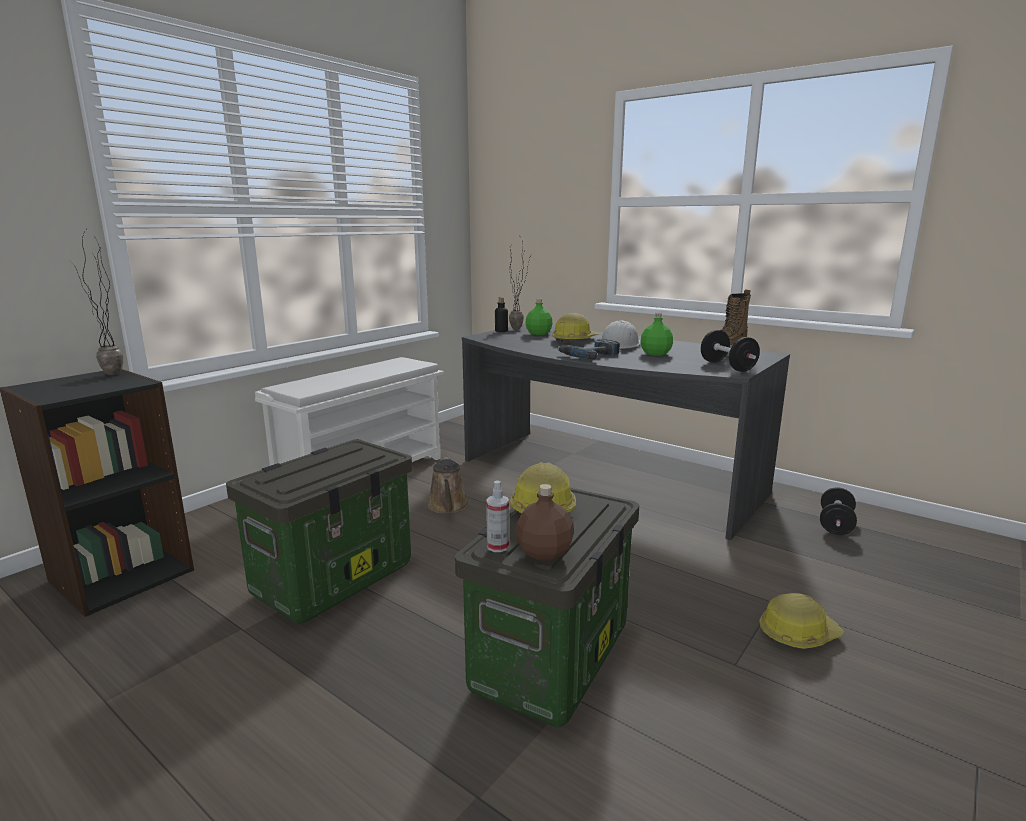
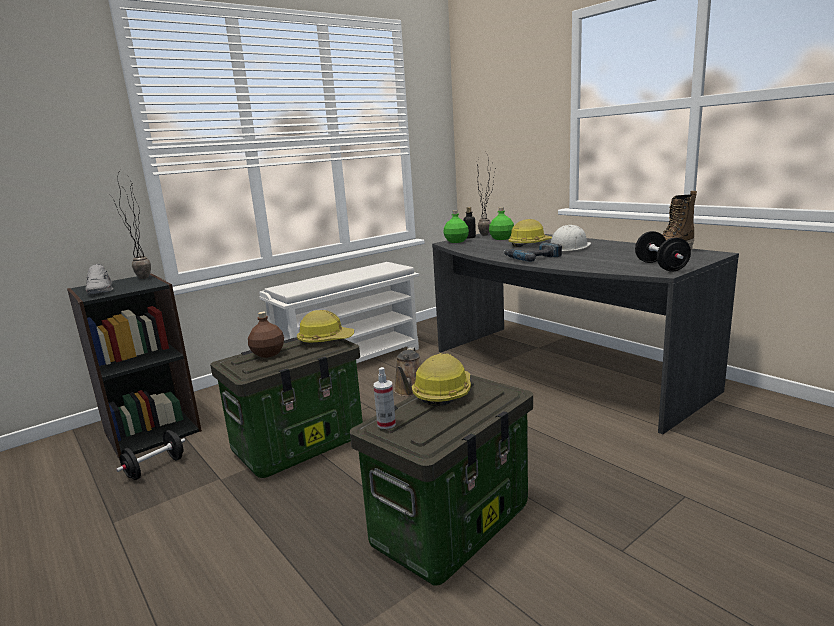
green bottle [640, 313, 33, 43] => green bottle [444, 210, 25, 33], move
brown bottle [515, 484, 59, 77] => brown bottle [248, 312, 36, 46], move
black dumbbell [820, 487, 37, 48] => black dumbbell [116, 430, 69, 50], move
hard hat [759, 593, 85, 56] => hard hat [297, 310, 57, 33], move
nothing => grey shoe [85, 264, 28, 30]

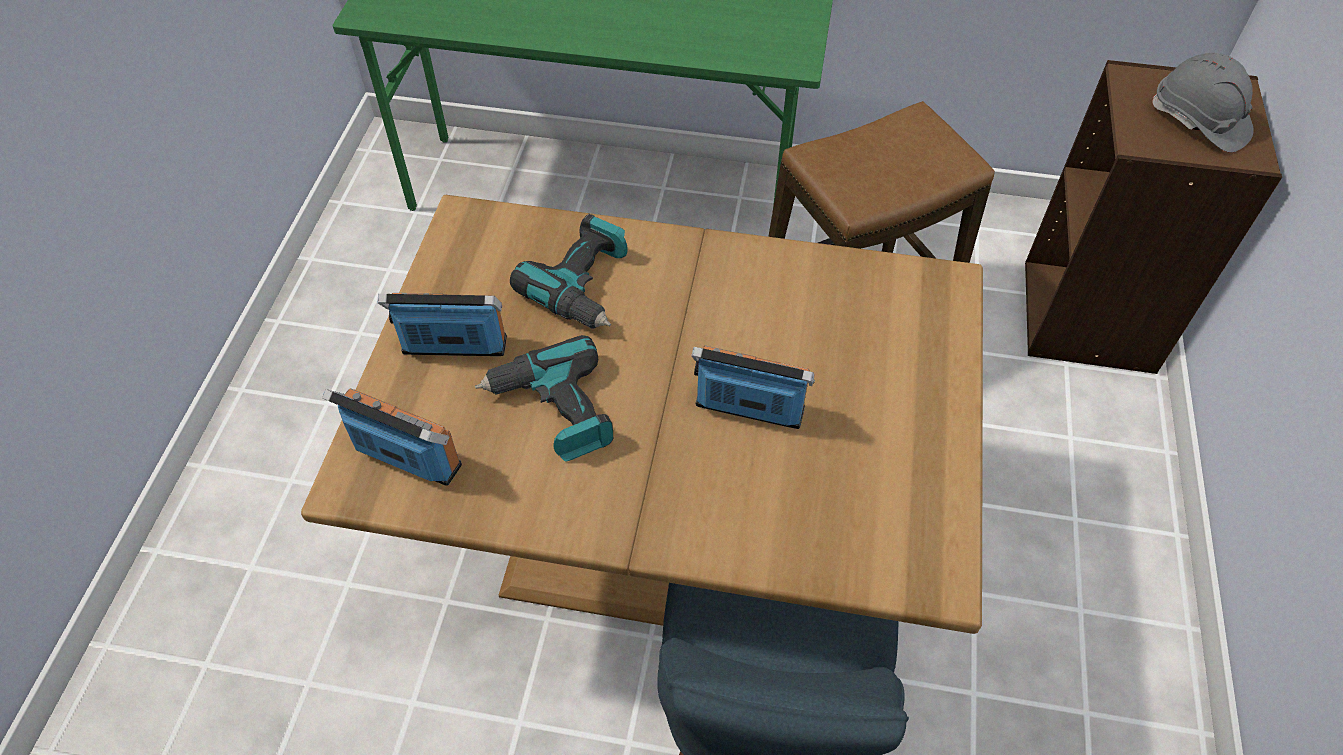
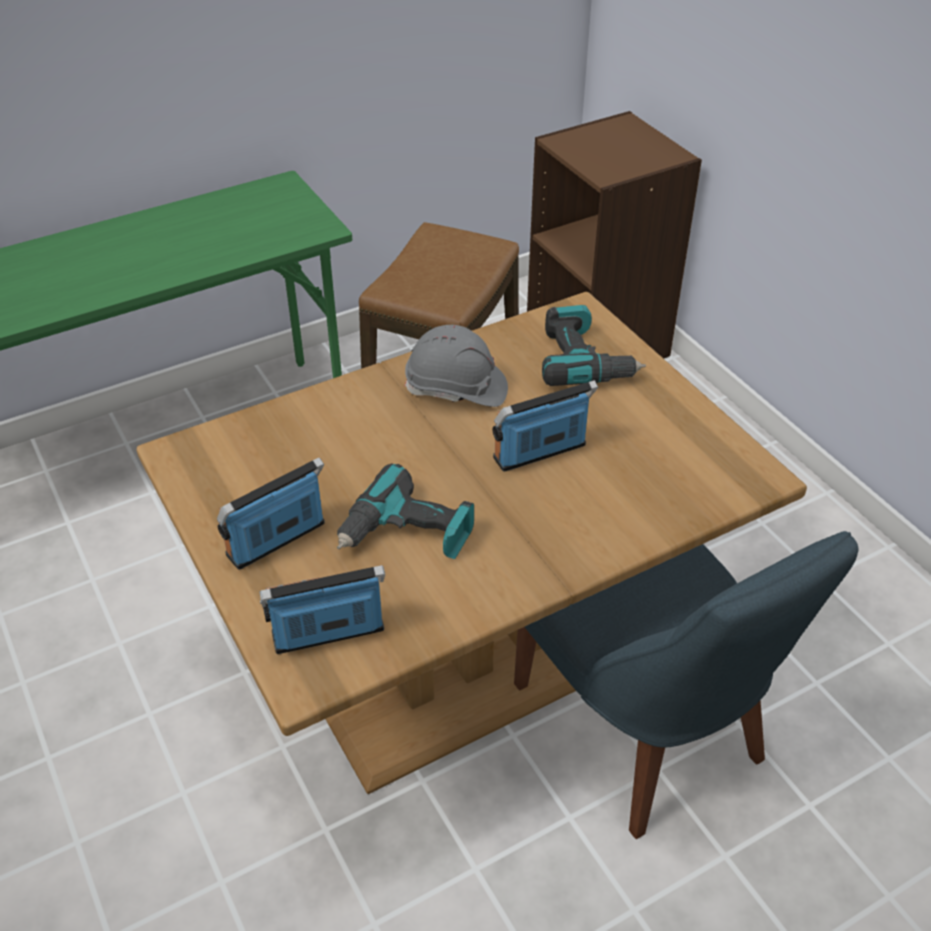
grey hard hat [1152, 53, 102, 100] => grey hard hat [405, 325, 103, 82], move
power drill [510, 214, 118, 115] => power drill [542, 305, 104, 81], move

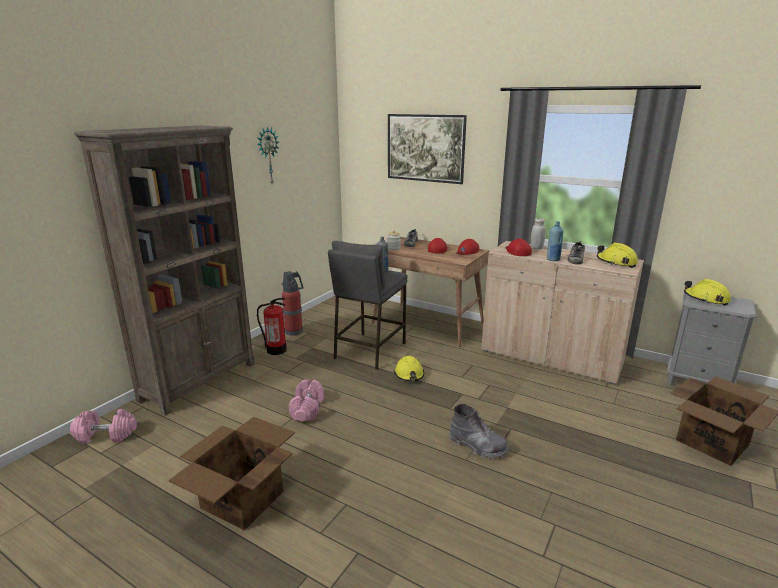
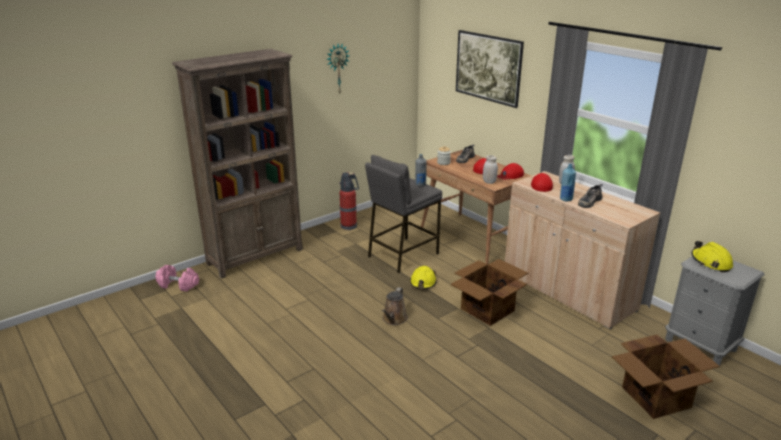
yellow hard hat [597, 243, 41, 25] => nothing
fire extinguisher [257, 298, 30, 57] => nothing
pink dumbbell [289, 379, 35, 42] => nothing
grey boot [449, 404, 60, 55] => nothing
cardboard box [169, 417, 126, 114] => cardboard box [451, 259, 77, 67], move
nothing => white jar [483, 155, 15, 29]
nothing => brown watering can [382, 287, 26, 38]

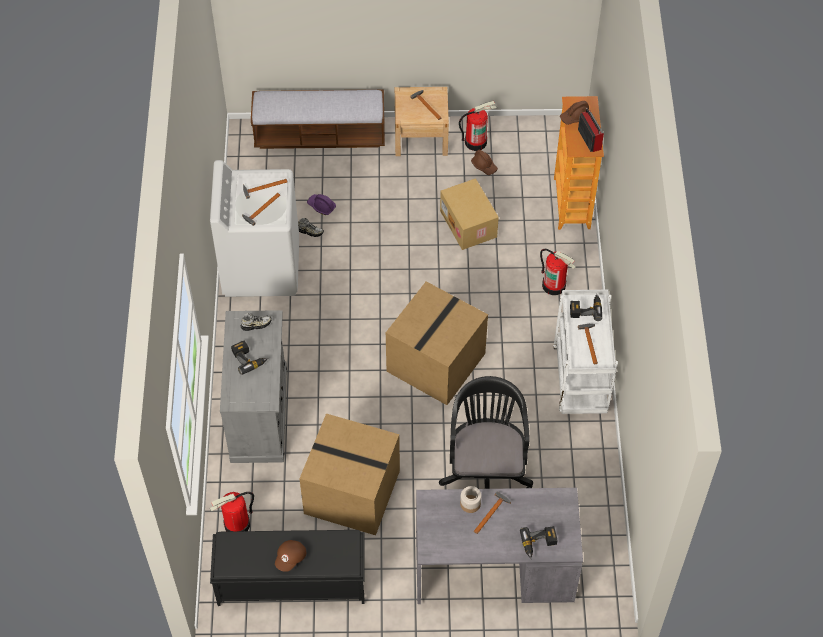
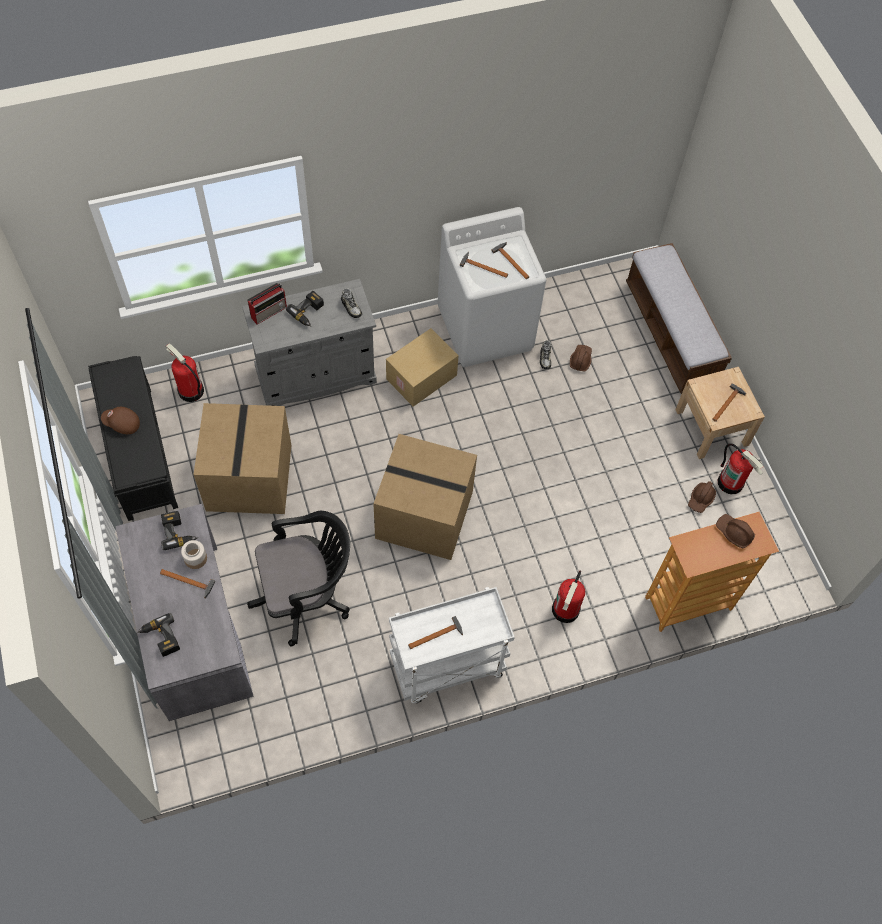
radio [578, 108, 26, 44] => radio [248, 283, 39, 42], move
cardboard box [440, 178, 59, 72] => cardboard box [386, 328, 73, 79], move
purple hard hat [307, 194, 29, 21] => brown hard hat [570, 345, 22, 26]
power drill [570, 294, 32, 27] => power drill [161, 511, 37, 39], move

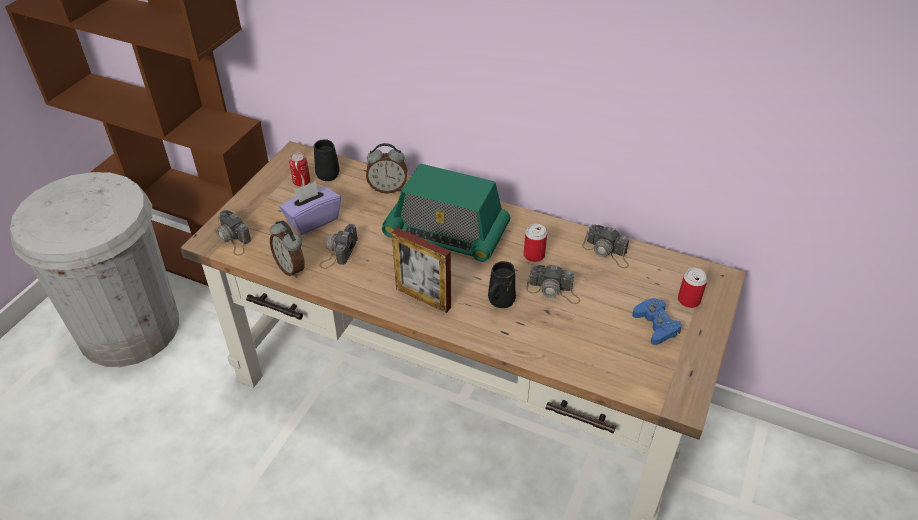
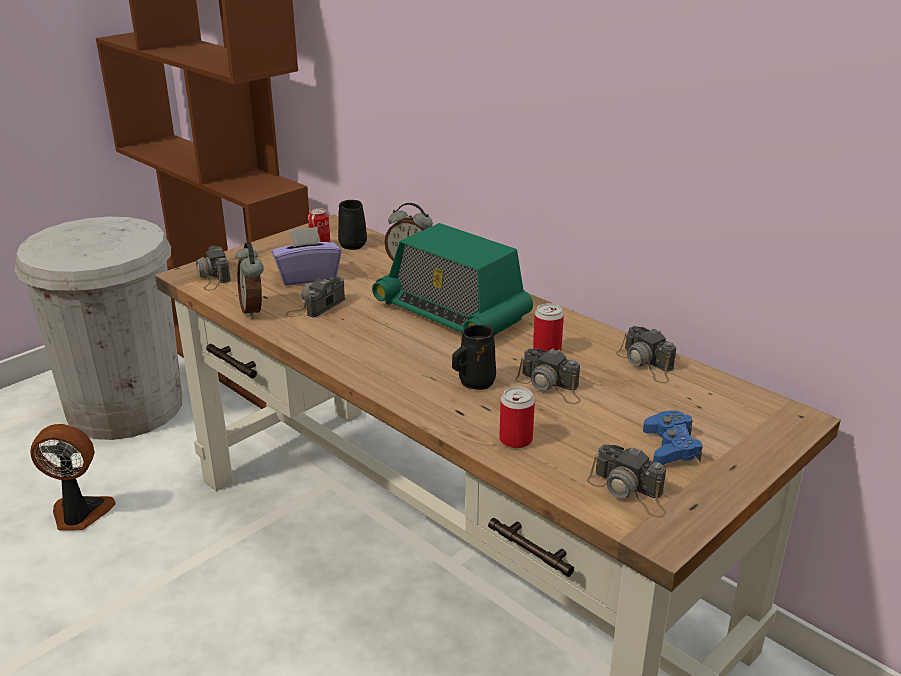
picture frame [392, 228, 59, 85] => nothing
can [678, 268, 29, 40] => can [499, 387, 36, 61], move
nothing => fan [30, 424, 86, 106]
nothing => photo camera [587, 444, 79, 74]

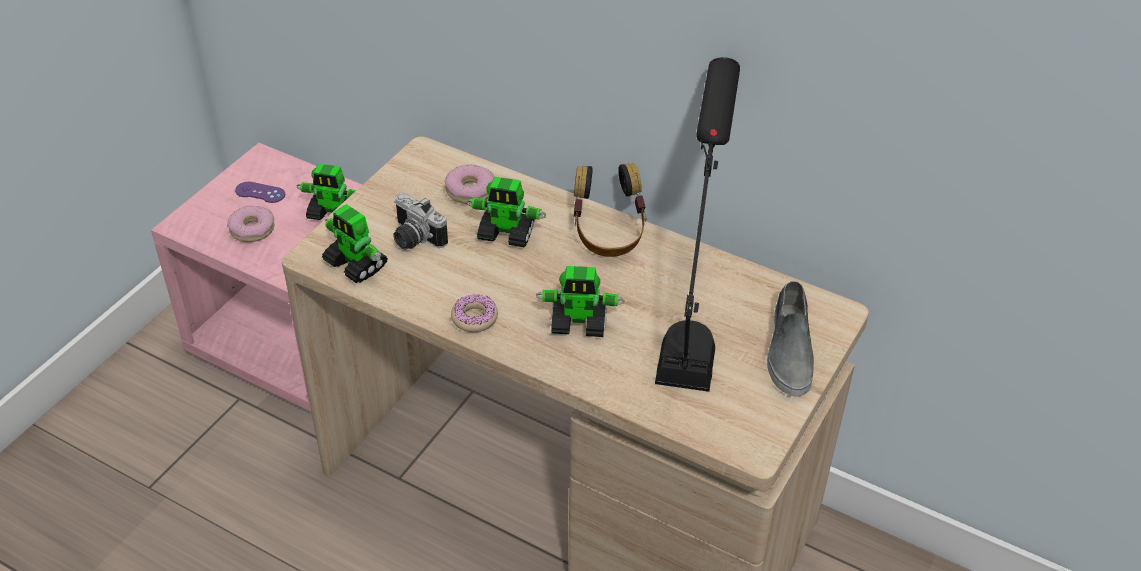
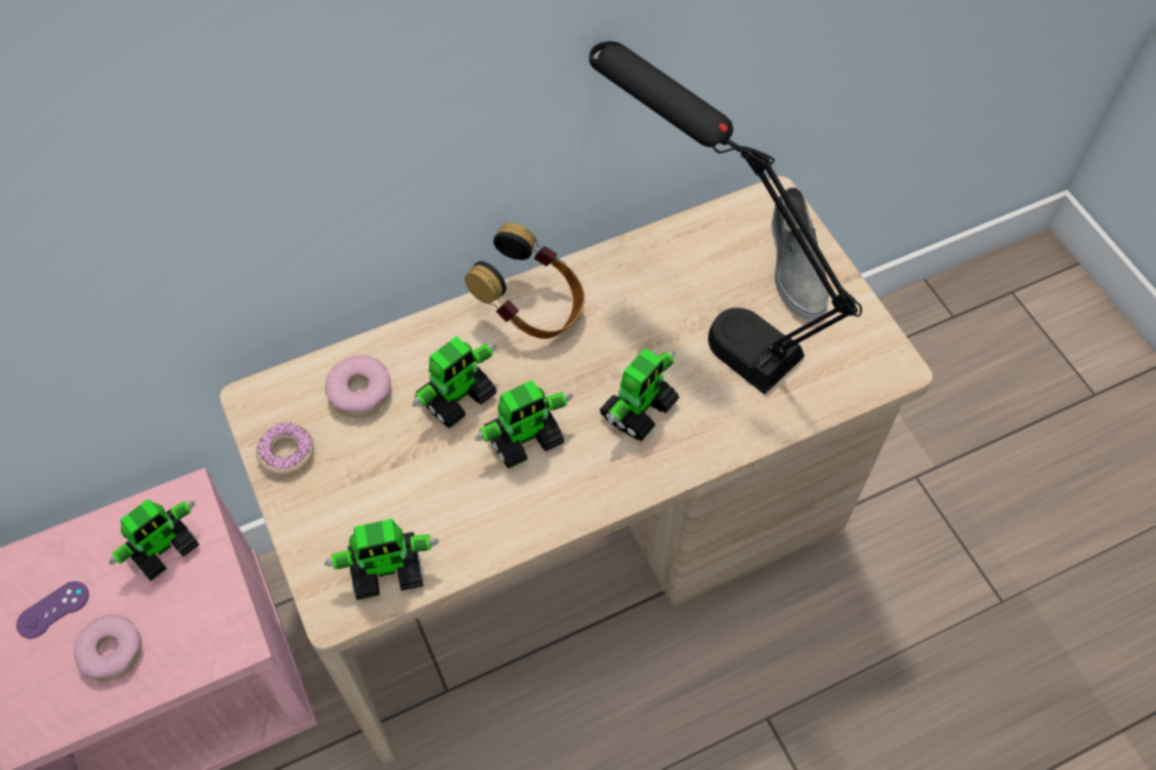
photo camera [393, 193, 55, 57] => nothing
grey shoe [767, 281, 47, 116] => grey shoe [771, 187, 58, 133], 45 degrees clockwise
donut [451, 294, 47, 38] => donut [256, 423, 58, 53], move
nothing => toy robot [475, 380, 98, 89]

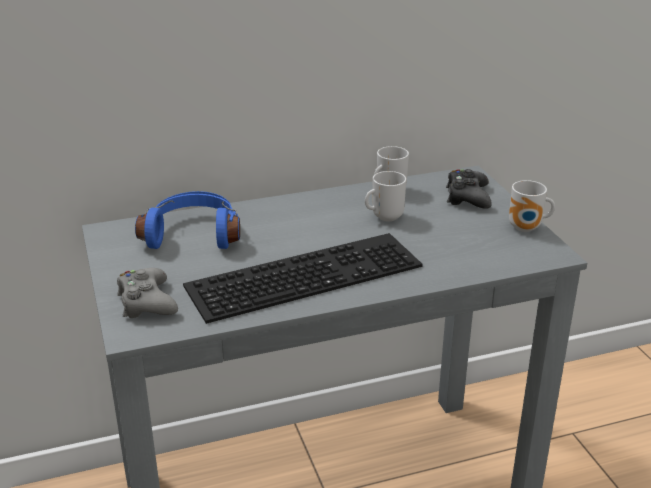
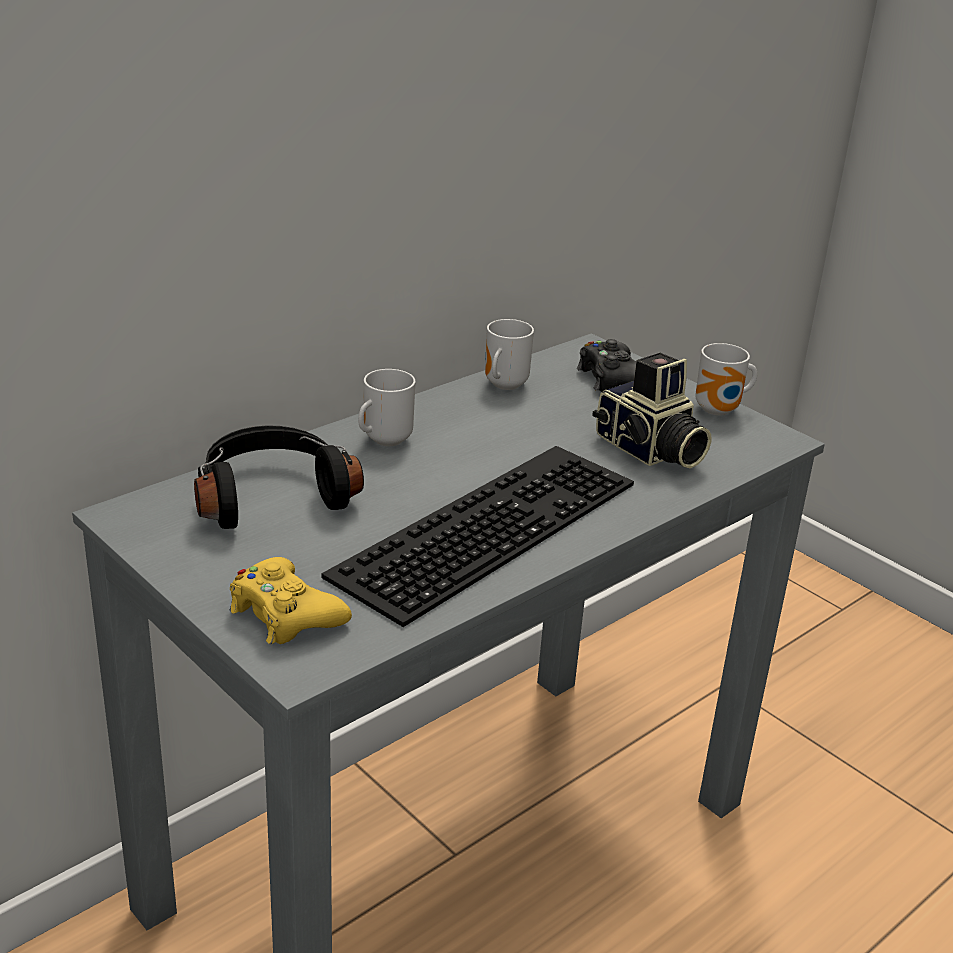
mug [365, 171, 41, 51] => mug [358, 369, 58, 77], move
blue headphones [135, 191, 105, 58] => black headphones [194, 425, 170, 104]
grey game controller [117, 268, 61, 50] => yellow game controller [230, 557, 122, 87]
nothing => photo camera [593, 353, 118, 116]

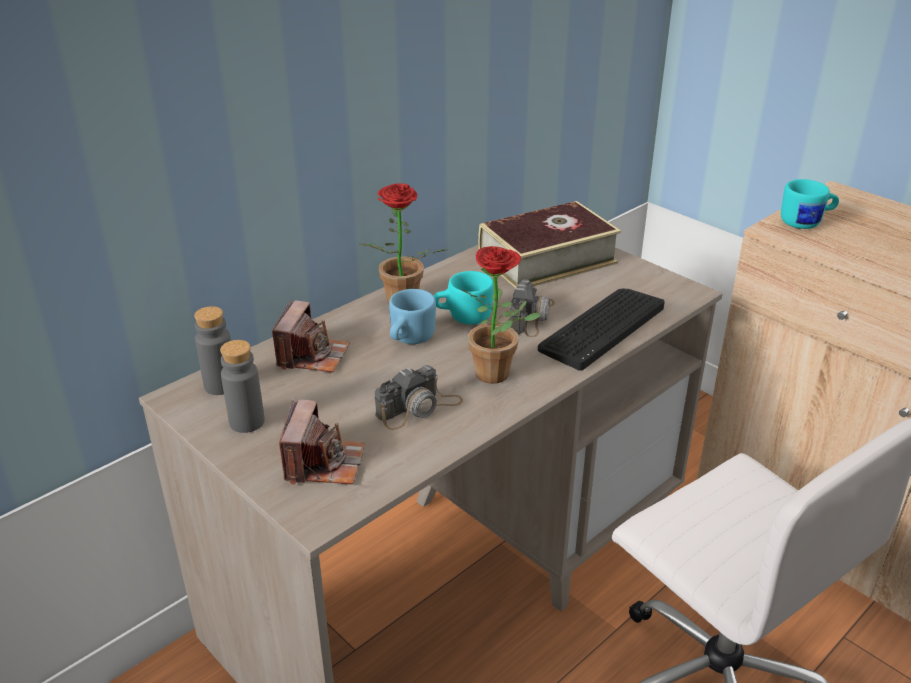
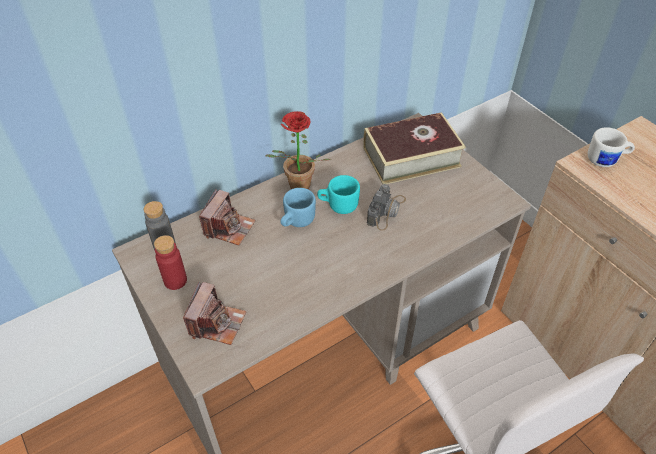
turquoise mug [781, 179, 58, 50] => white mug [588, 127, 47, 40]
potted plant [462, 246, 79, 138] => nothing
keyboard [538, 288, 127, 83] => nothing
grey bottle [220, 340, 45, 93] => red bottle [154, 235, 33, 55]
photo camera [375, 365, 88, 65] => nothing

